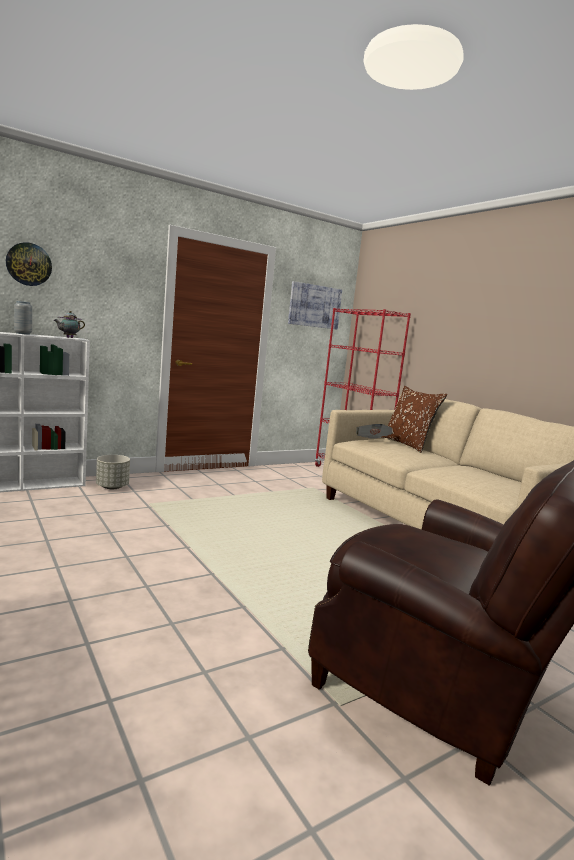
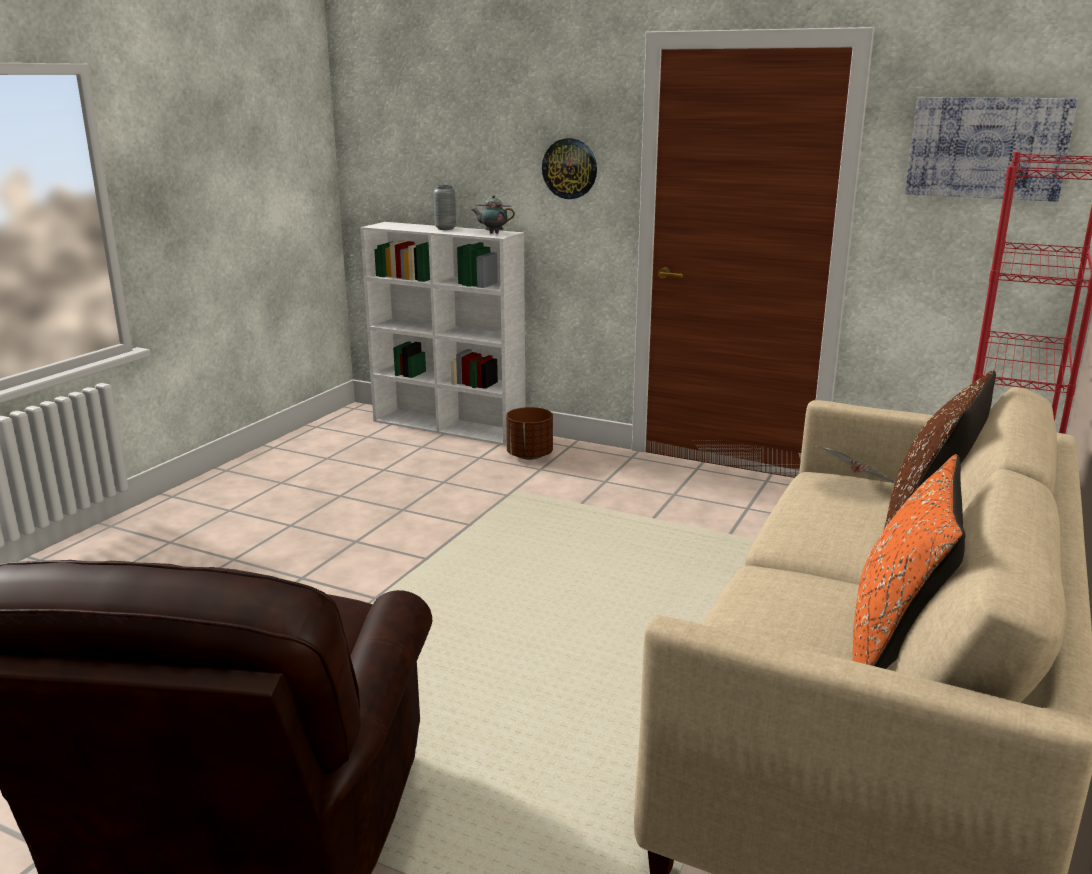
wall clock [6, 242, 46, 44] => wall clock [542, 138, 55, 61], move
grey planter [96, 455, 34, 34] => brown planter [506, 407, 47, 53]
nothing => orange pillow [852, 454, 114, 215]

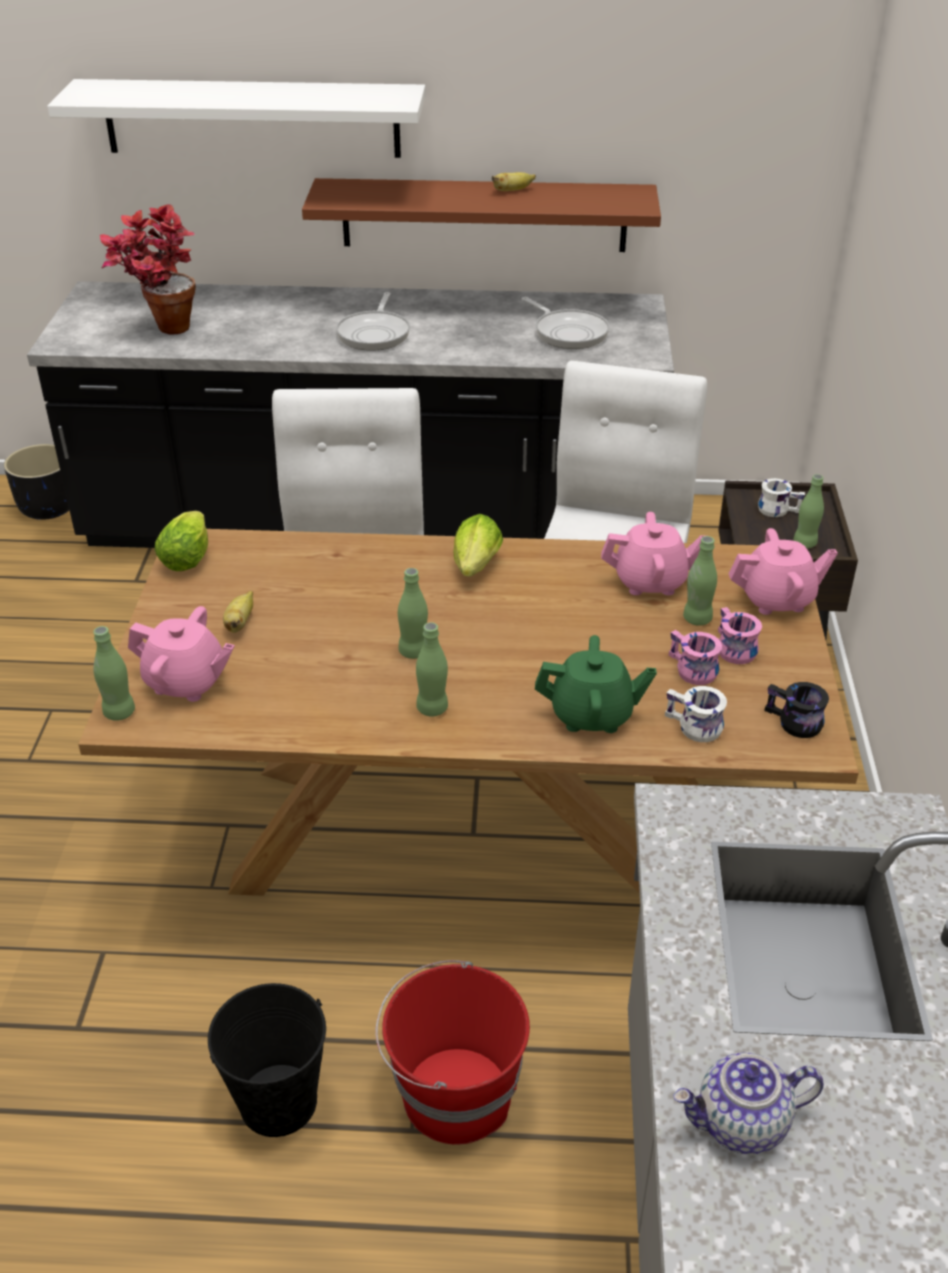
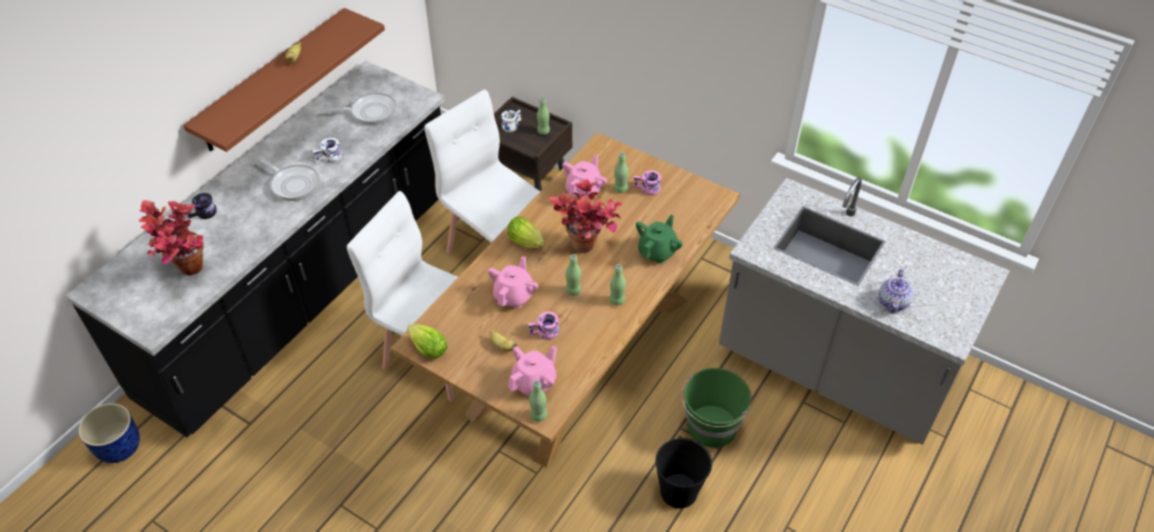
white shelf [47, 79, 379, 79] => nothing
black planter [4, 444, 65, 76] => blue planter [78, 403, 62, 60]
pink teapot [729, 528, 109, 87] => pink teapot [488, 256, 50, 52], move
pink mug [669, 630, 53, 55] => pink mug [528, 311, 31, 29], move
black mug [764, 682, 65, 56] => black mug [188, 193, 28, 26], move
white mug [665, 686, 62, 56] => white mug [313, 138, 29, 25], move
red bucket [376, 960, 154, 184] => green bucket [681, 368, 71, 80]
nothing => potted plant [548, 179, 74, 74]

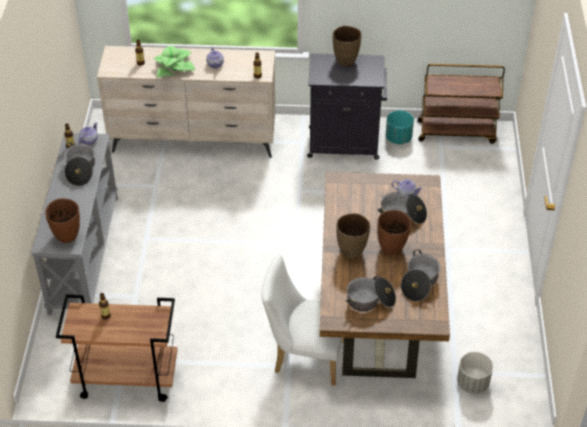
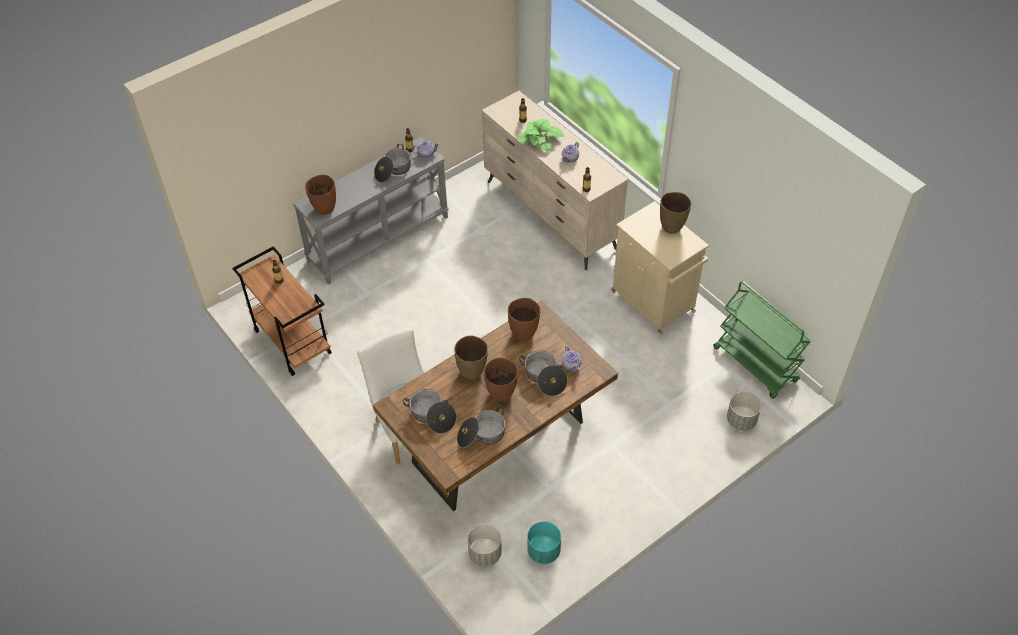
black cabinet [307, 53, 80, 106] => beige cabinet [611, 201, 98, 134]
brown cart [418, 64, 87, 80] => green cart [713, 281, 98, 118]
turquoise planter [386, 110, 28, 34] => turquoise planter [527, 521, 34, 43], move
nothing => brown vase [508, 298, 33, 43]
nothing => grey planter [727, 392, 34, 39]

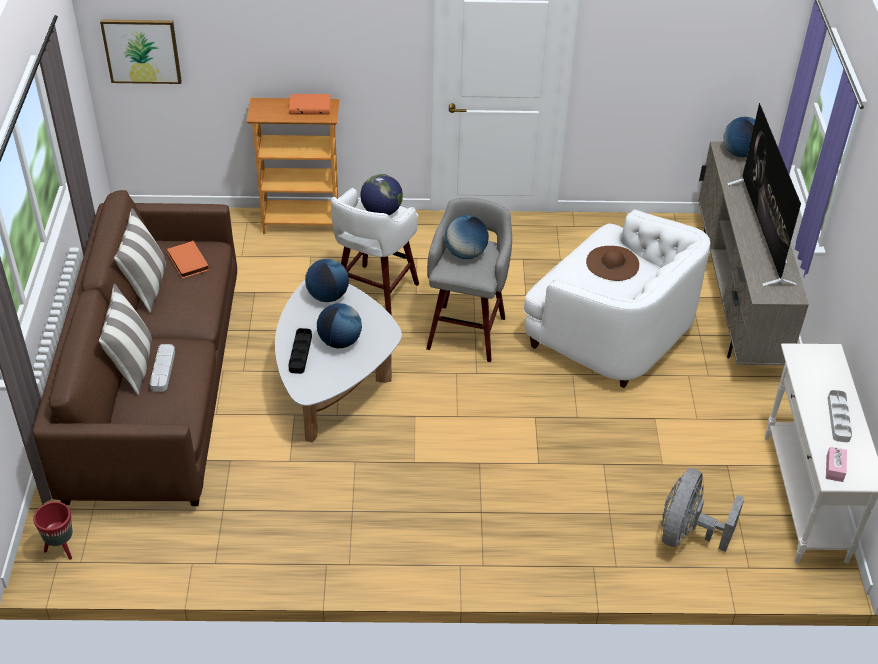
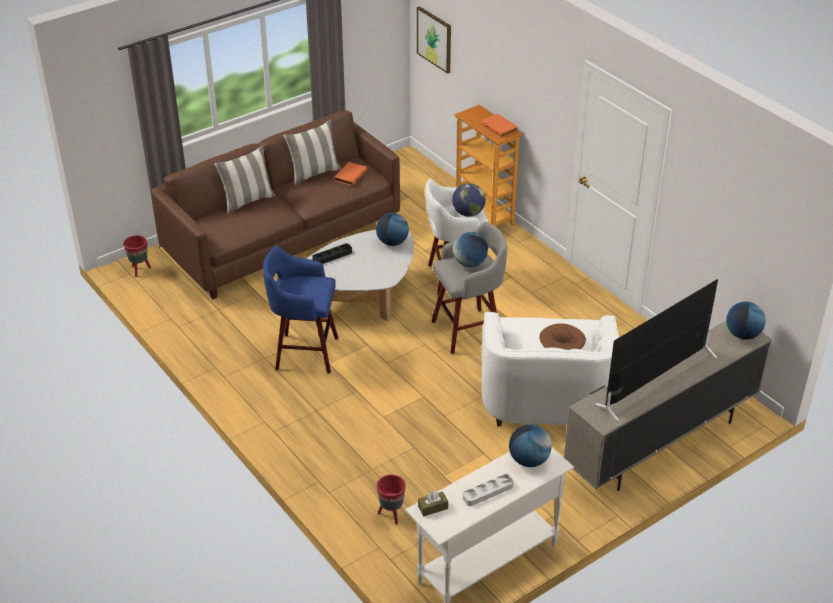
globe [317, 303, 45, 45] => globe [509, 424, 43, 43], move
grey tray [150, 344, 25, 48] => nothing
pink tissue box [826, 447, 21, 35] => brown tissue box [418, 491, 30, 25]
grey fan [661, 468, 84, 84] => red planter [377, 475, 29, 50]
nothing => blue stool [263, 246, 75, 127]

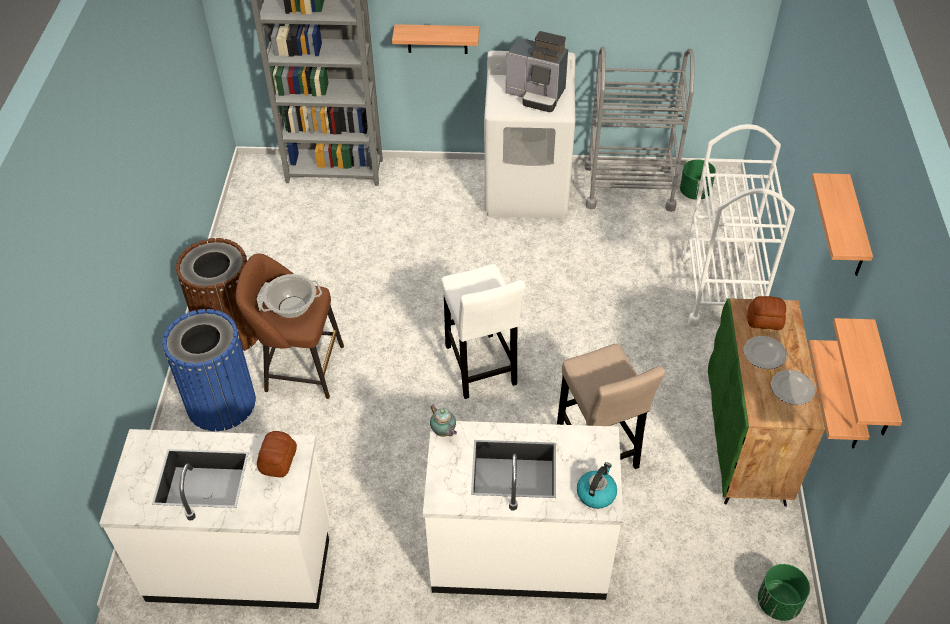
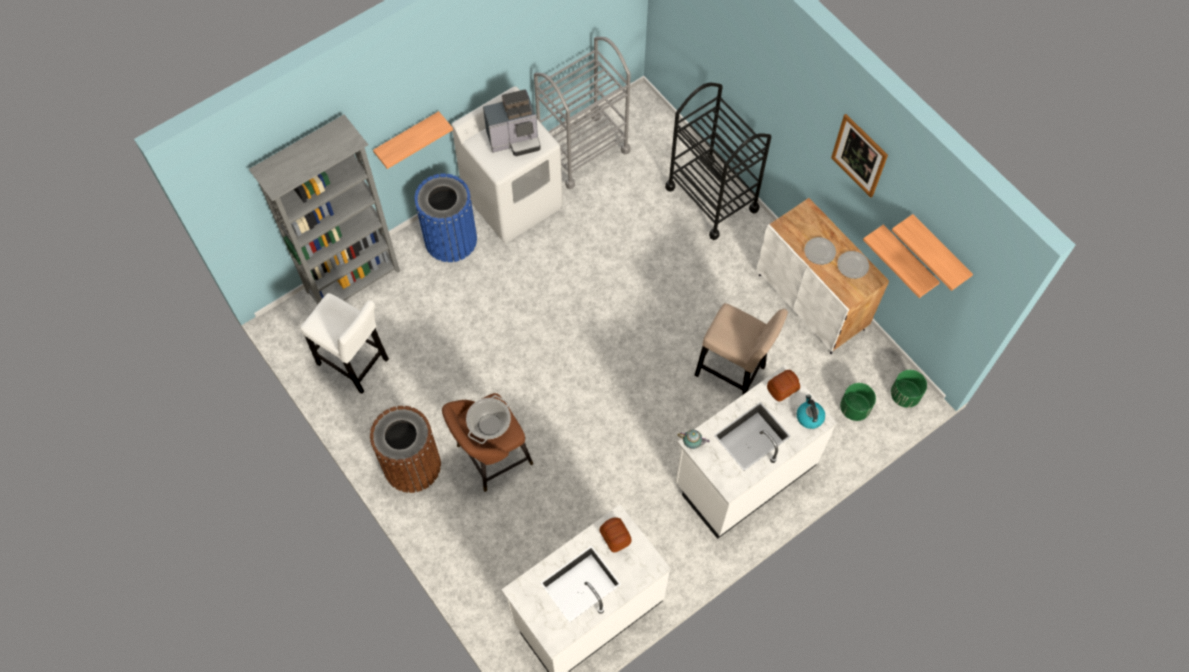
white cart [681, 124, 114, 203] => black cart [665, 83, 106, 157]
green planter [680, 159, 36, 41] => green planter [840, 383, 36, 38], move
shelf [812, 173, 61, 103] => picture [831, 114, 57, 84]
white stool [441, 264, 85, 135] => white stool [300, 293, 89, 101], move
bread [747, 296, 39, 34] => bread [767, 370, 33, 32], move
green cabinet [708, 298, 117, 209] => white cabinet [757, 198, 132, 156]
blue trash can [162, 309, 94, 122] => blue trash can [414, 173, 63, 89], move

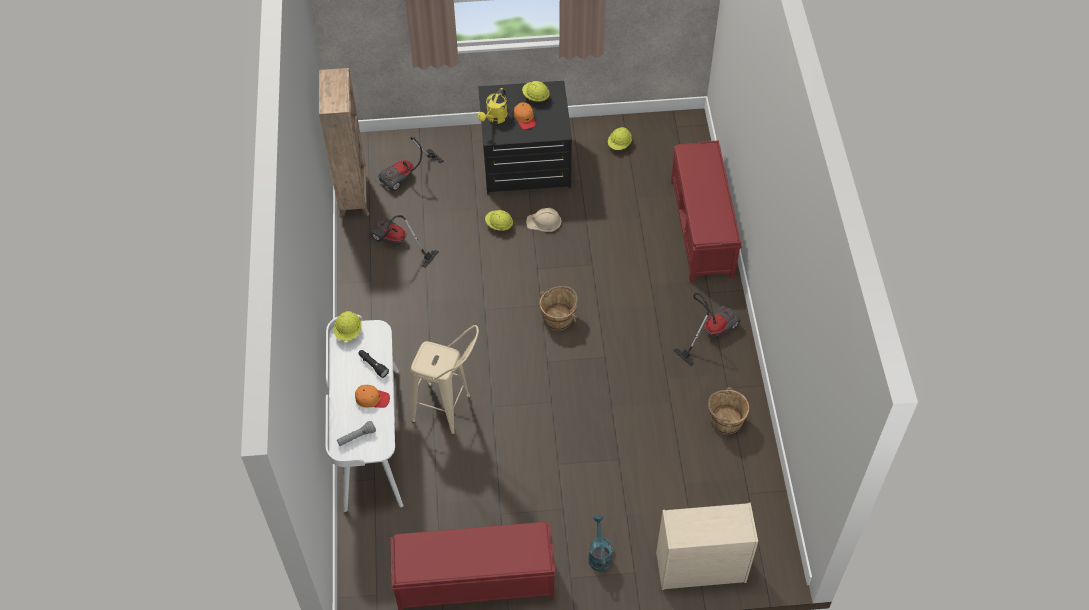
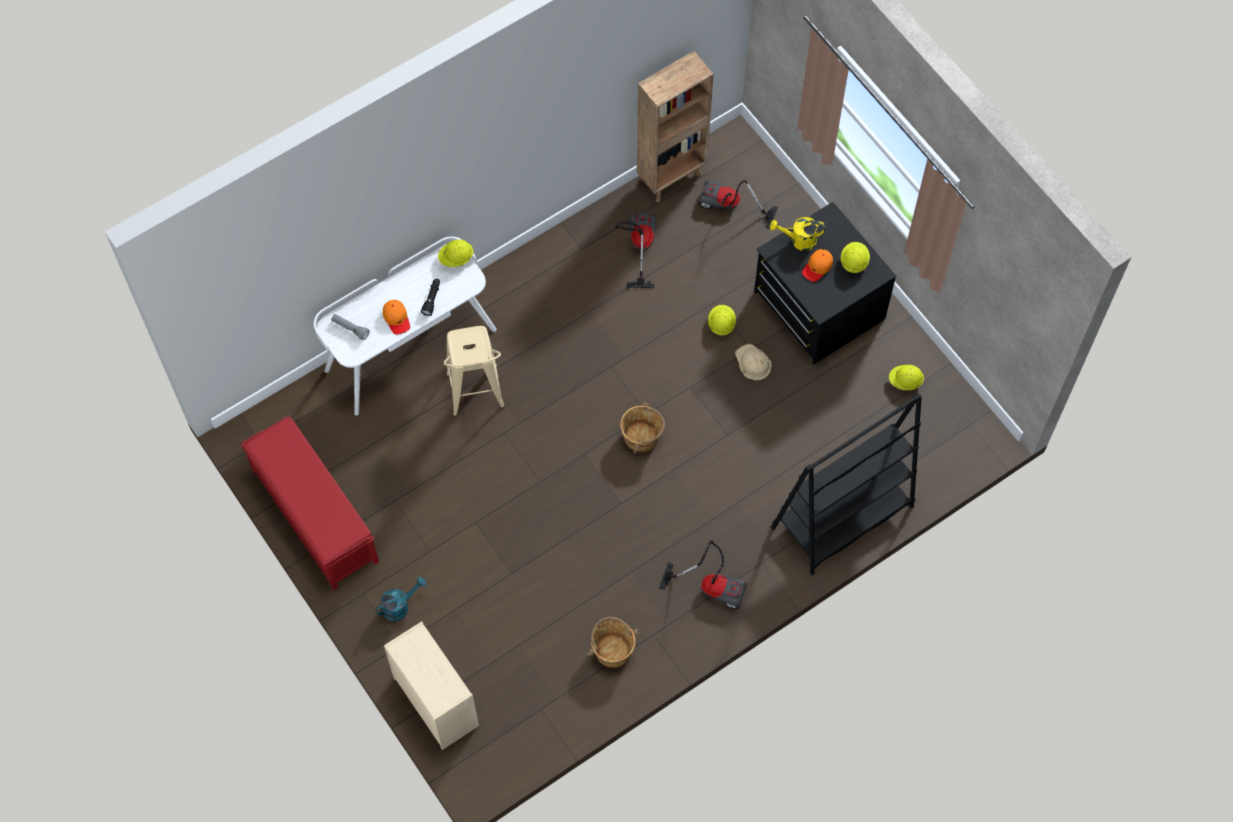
red bench [671, 140, 71, 142] => black bookcase [771, 394, 151, 181]

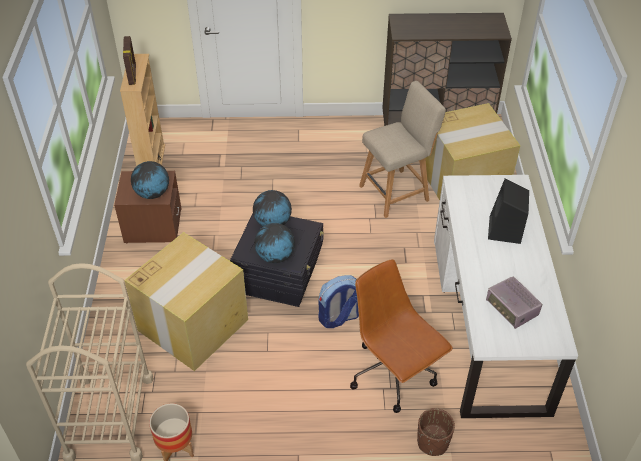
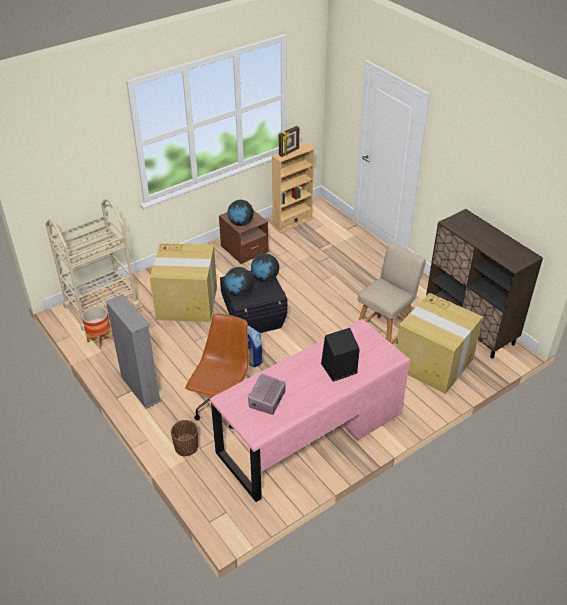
beige chair [359, 81, 87, 137] => beige chair [358, 242, 68, 102], 75 degrees counterclockwise
white desk [434, 175, 144, 243] => pink desk [210, 319, 200, 183]
nothing => grey bookcase [106, 294, 56, 115]

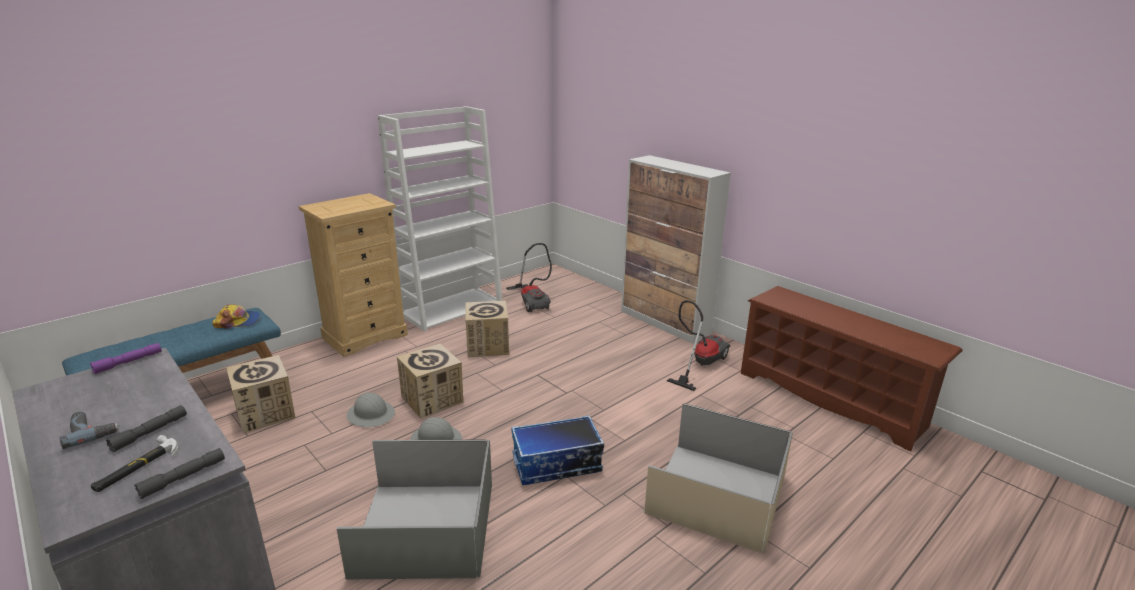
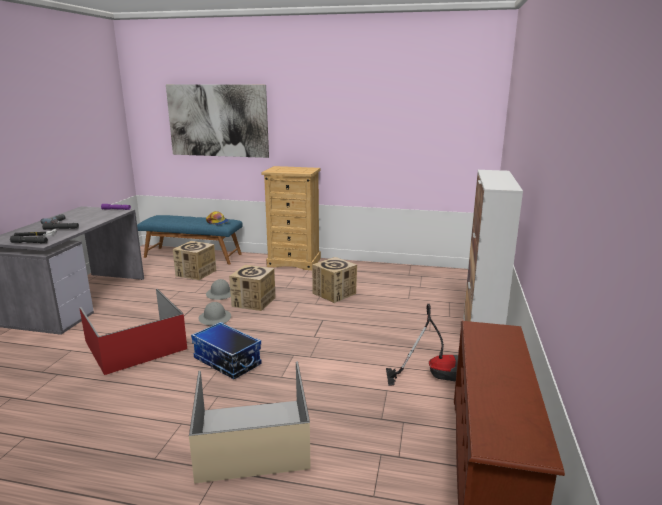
white bookcase [378, 106, 124, 226] => nothing
vacuum cleaner [506, 243, 46, 69] => nothing
grey storage box [337, 440, 155, 140] => red storage box [80, 289, 107, 86]
nothing => picture [166, 84, 103, 74]

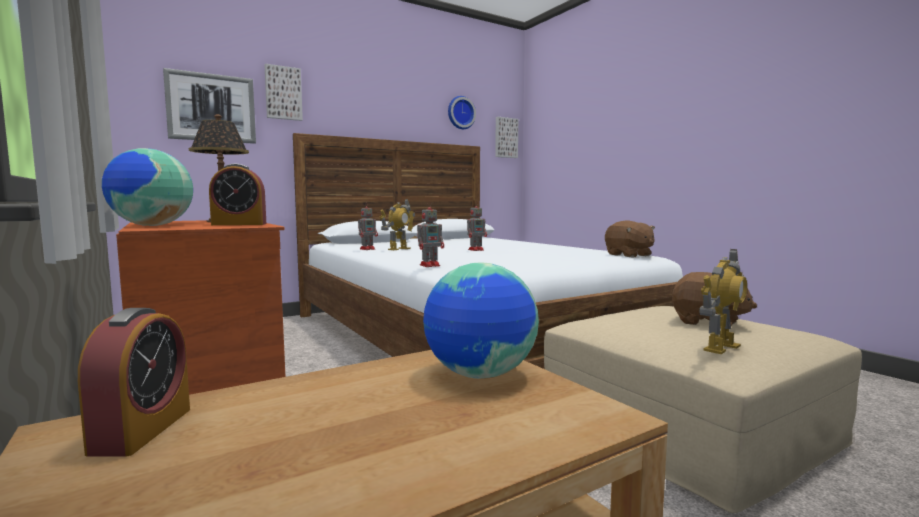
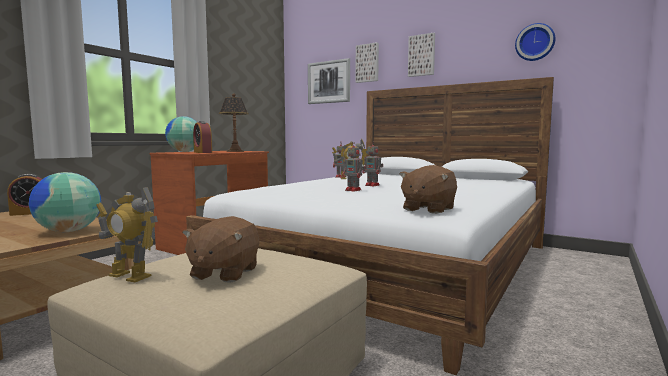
picture [495, 117, 23, 41] => picture [408, 33, 27, 44], move
toy robot [417, 202, 27, 65] => toy robot [342, 141, 23, 51], move

